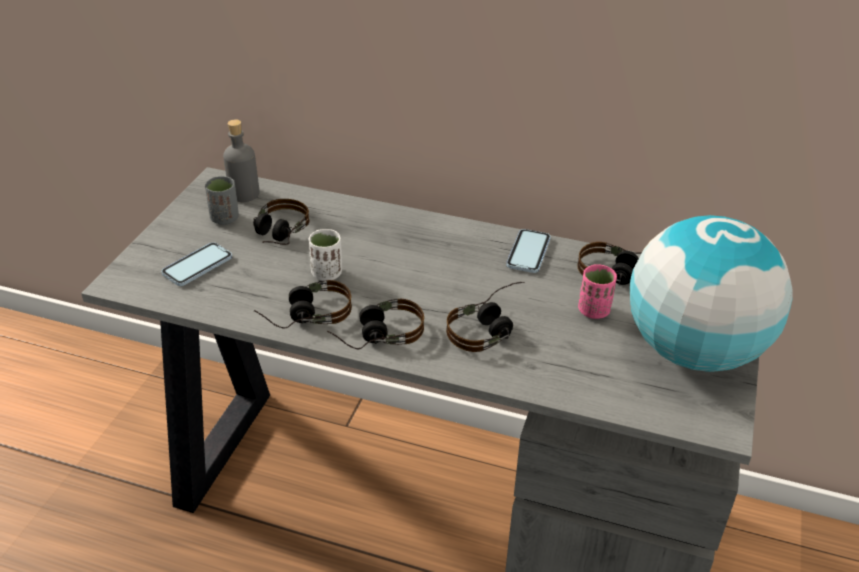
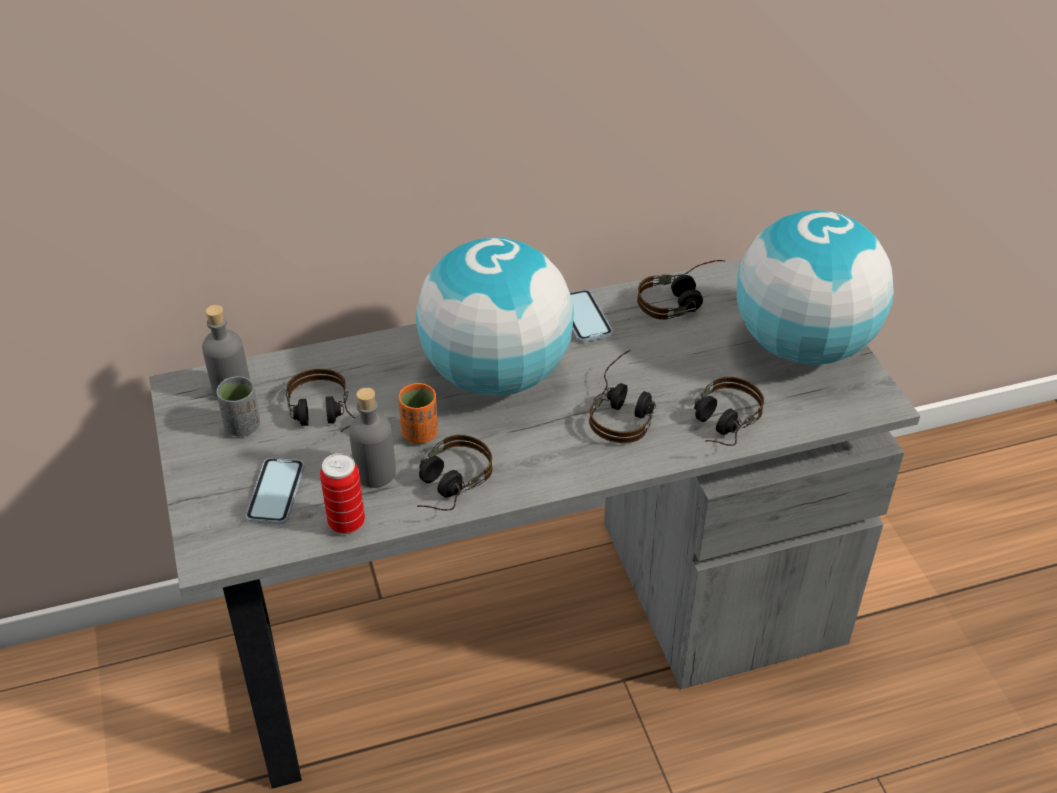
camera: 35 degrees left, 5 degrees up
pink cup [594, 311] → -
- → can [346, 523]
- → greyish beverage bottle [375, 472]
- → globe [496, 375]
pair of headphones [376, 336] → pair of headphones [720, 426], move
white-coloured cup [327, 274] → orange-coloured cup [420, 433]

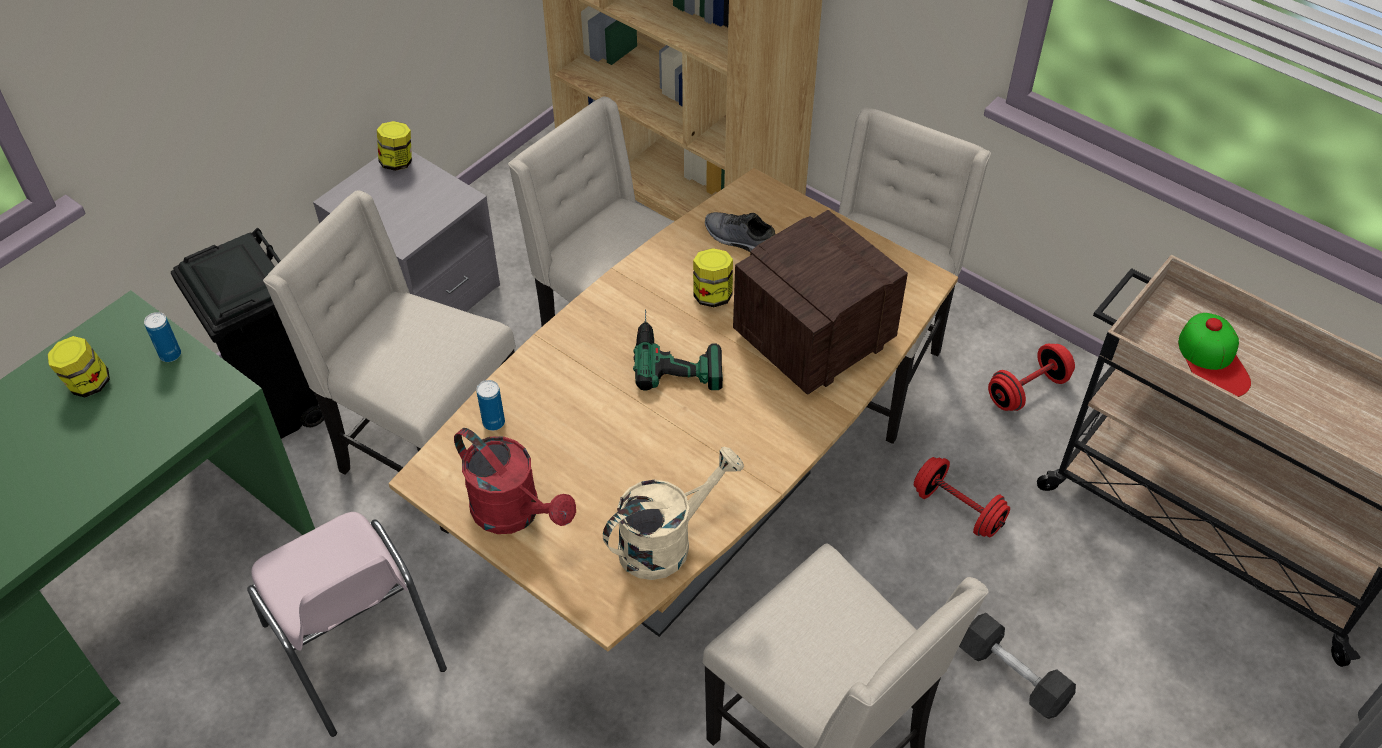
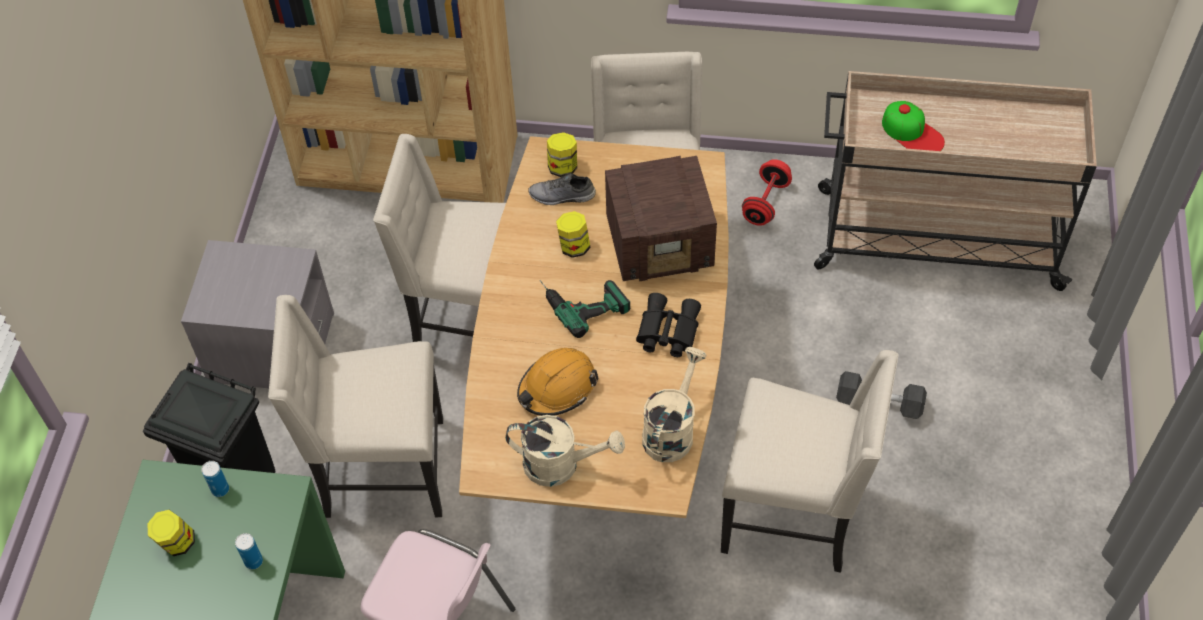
camera: 30 degrees left, 5 degrees up
red hand weight [957, 509] → -
- → orange-coloured hard hat [557, 387]
- → black-coloured binoculars [666, 331]
preserve jar [398, 162] → preserve jar [563, 167], move
can [493, 422] → can [253, 561], move
red watering can [515, 513] → beige-coloured watering can [561, 465]
radio [811, 338] → radio [661, 244], 120 degrees counterclockwise

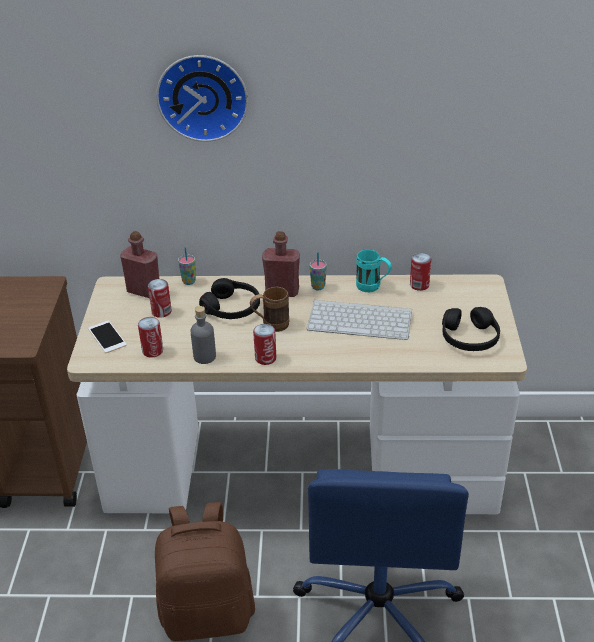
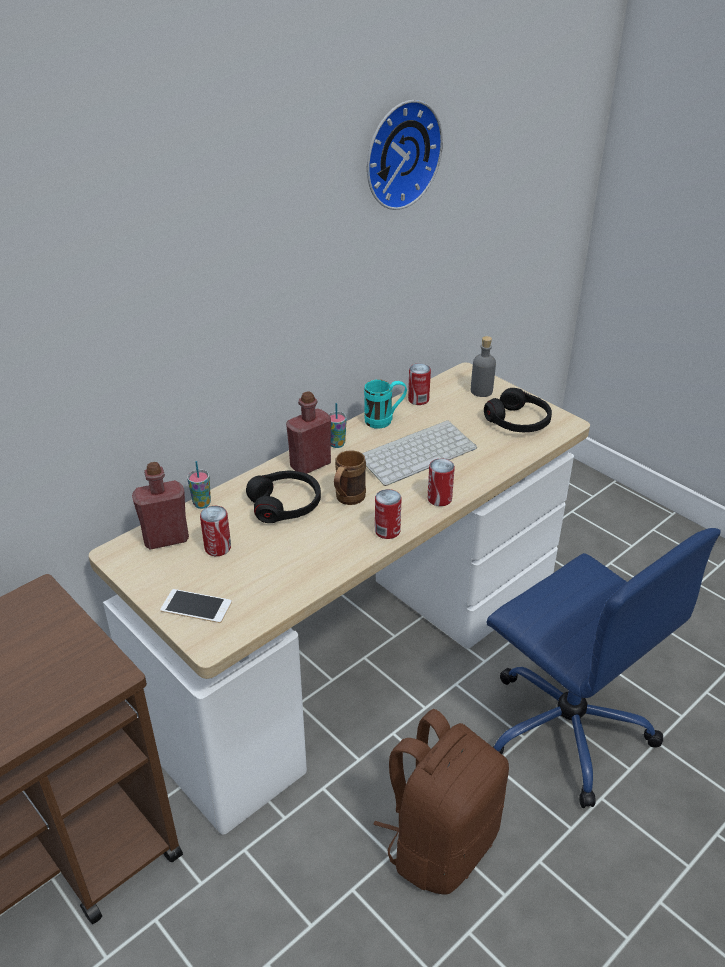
camera: 45 degrees left, 0 degrees up
can [152, 351] → can [439, 499], move
clock on the wall [203, 96] → clock on the wall [399, 154], move
greyish beverage bottle [204, 357] → greyish beverage bottle [481, 391], move

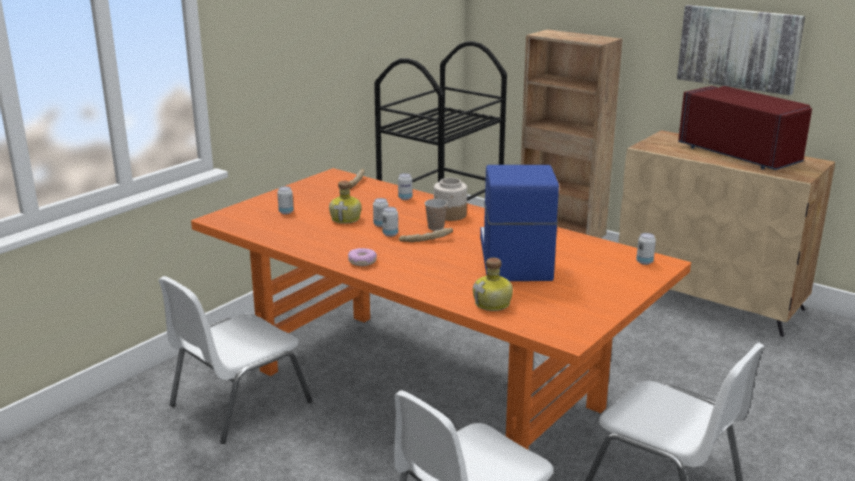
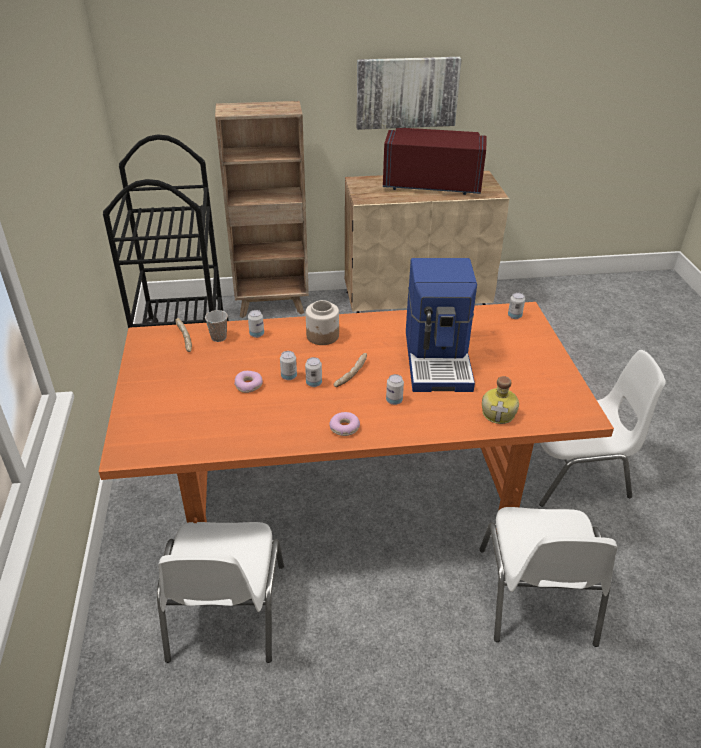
camera: 45 degrees left, 15 degrees up
can [286, 212] → can [394, 401], move
cup [436, 227] → cup [219, 337], move
beverage bottle [346, 219] → doughnut [248, 385]
coffee machine [513, 259] → coffee machine [439, 359], 135 degrees counterclockwise

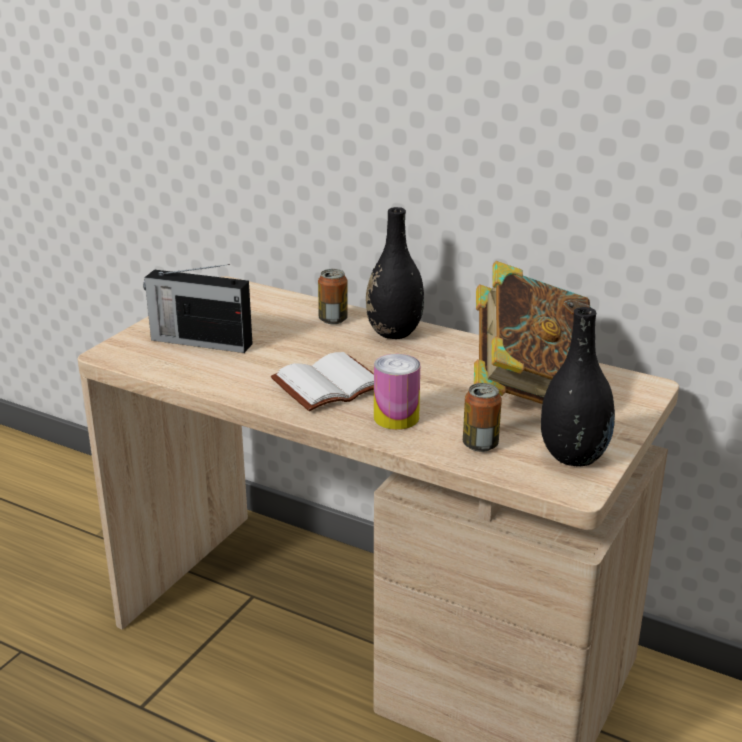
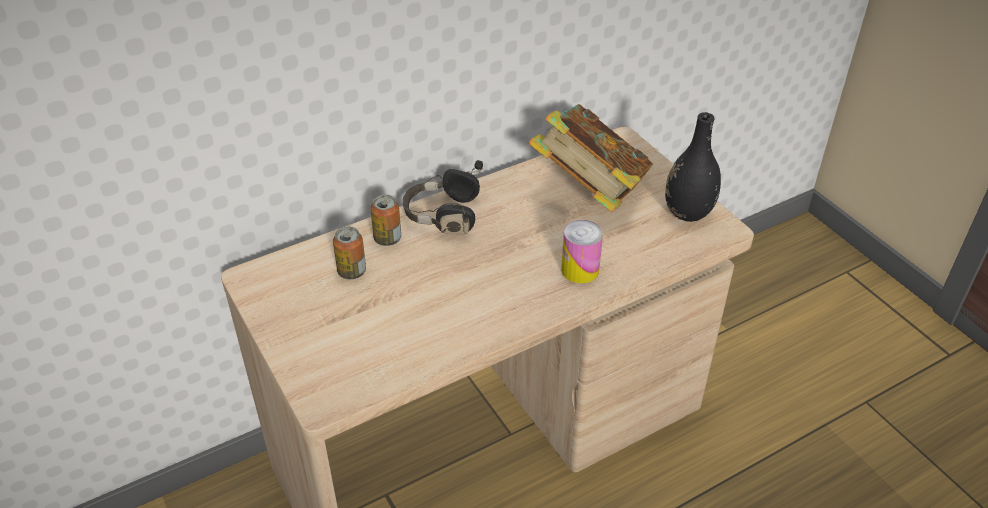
camera: 60 degrees left, 15 degrees up
radio [199, 341] → -
white-coloured bound book [329, 383] → -
can [480, 444] → can [352, 271], move
black-coloured vase [394, 333] → black-coloured pair of headphones [443, 215]

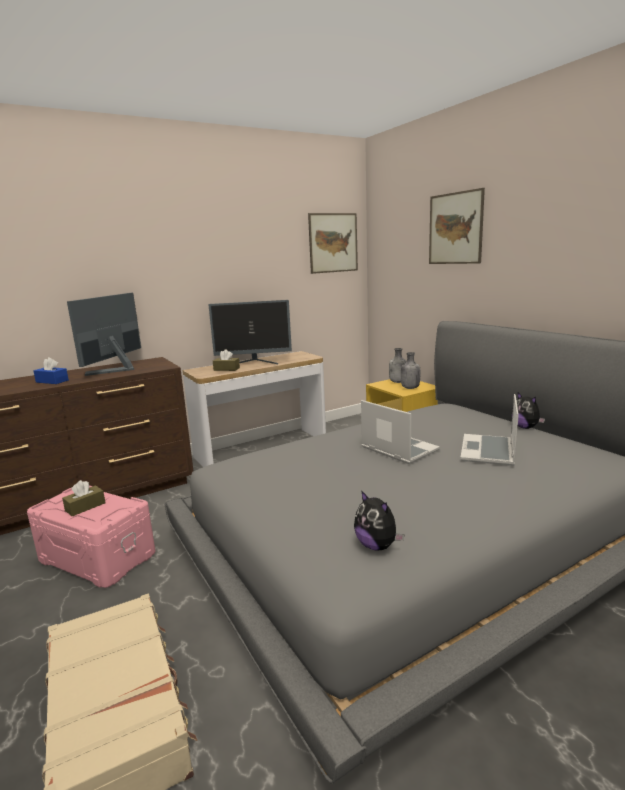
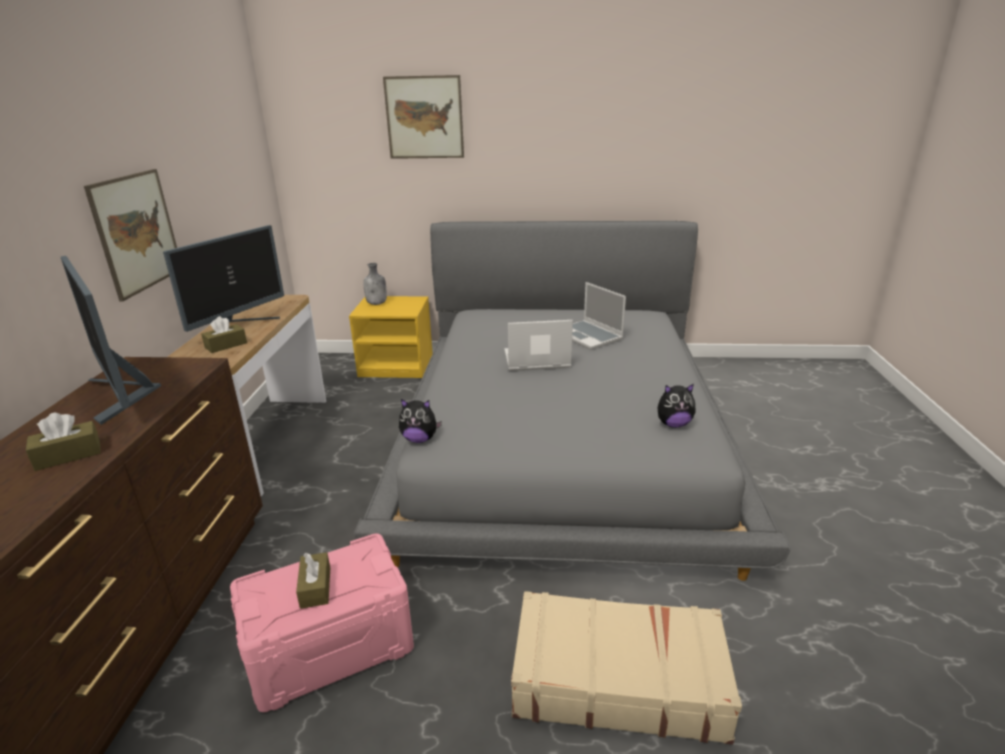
camera: 55 degrees left, 10 degrees up
greyish beverage bottle [409, 388] → -
picture [333, 243] → picture [137, 232], move
cuddly toy [525, 427] → cuddly toy [419, 439], move
bluish box of tissues [52, 381] → brownish box of tissues [68, 455]

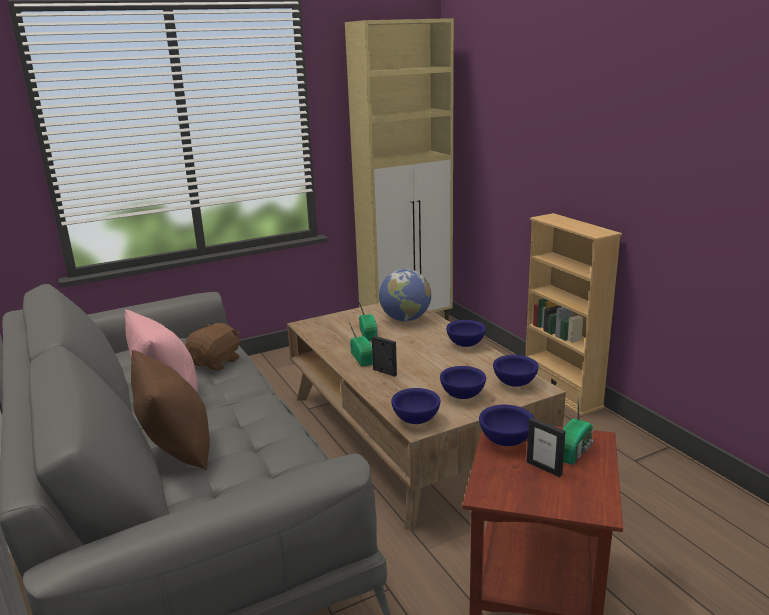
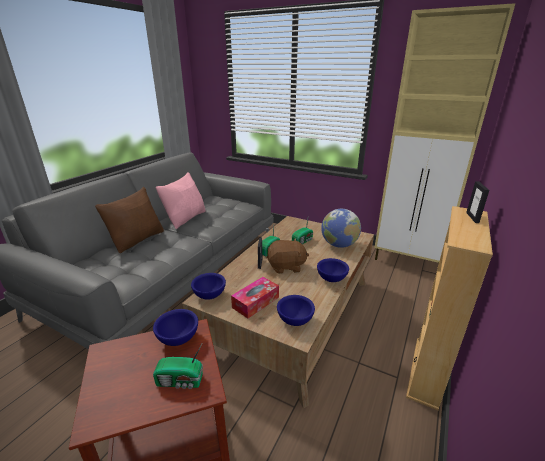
camera: 55 degrees right, 5 degrees up
brownish cuddly toy [216, 362] → brownish cuddly toy [286, 267], move
standing frame [544, 468] → standing frame [472, 217], move
bluish bowl [462, 395] → box of tissues [255, 302]

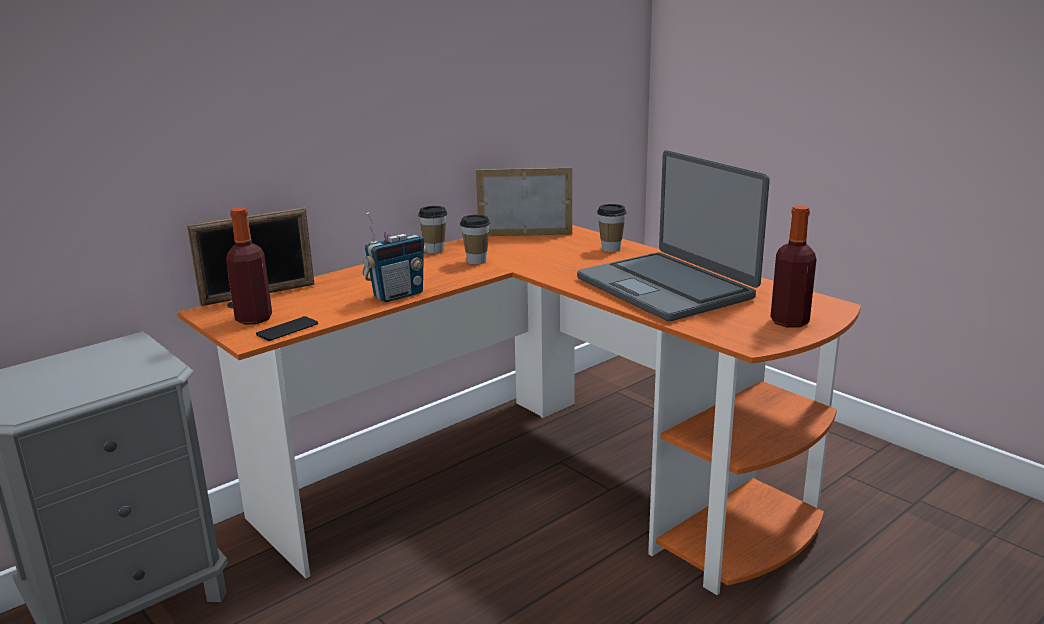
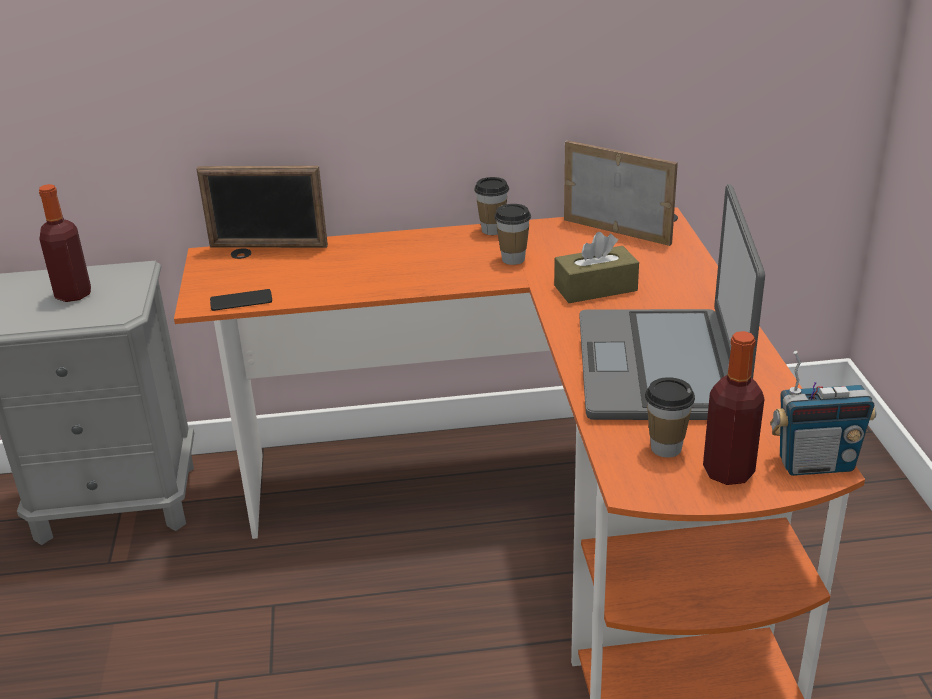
camera: 35 degrees right, 10 degrees up
- → brownish box of tissues [595, 288]
beverage bottle [254, 319] → beverage bottle [73, 294], move
radio [398, 295] → radio [815, 464], move
cup [611, 249] → cup [666, 448], move

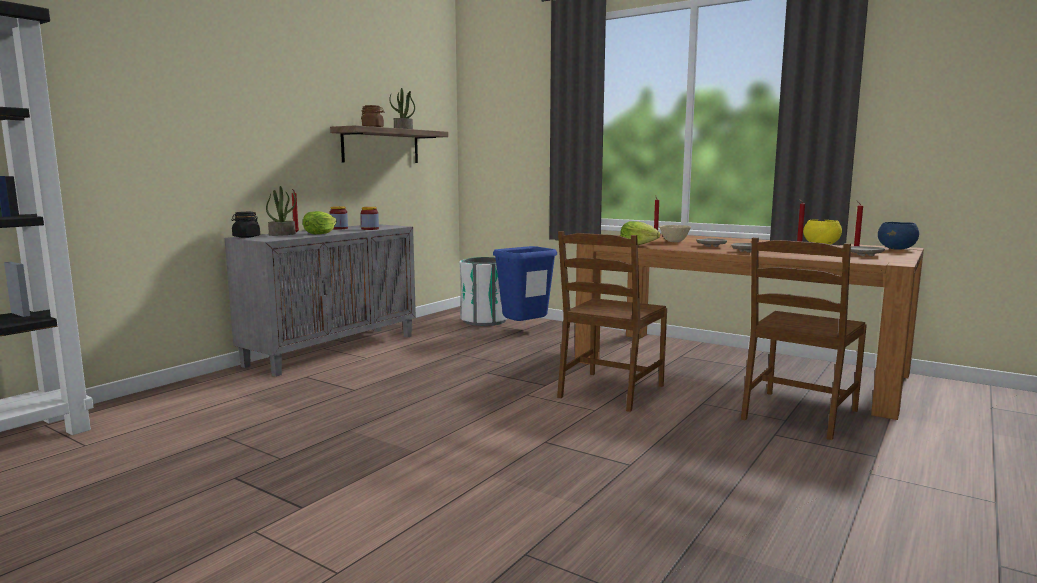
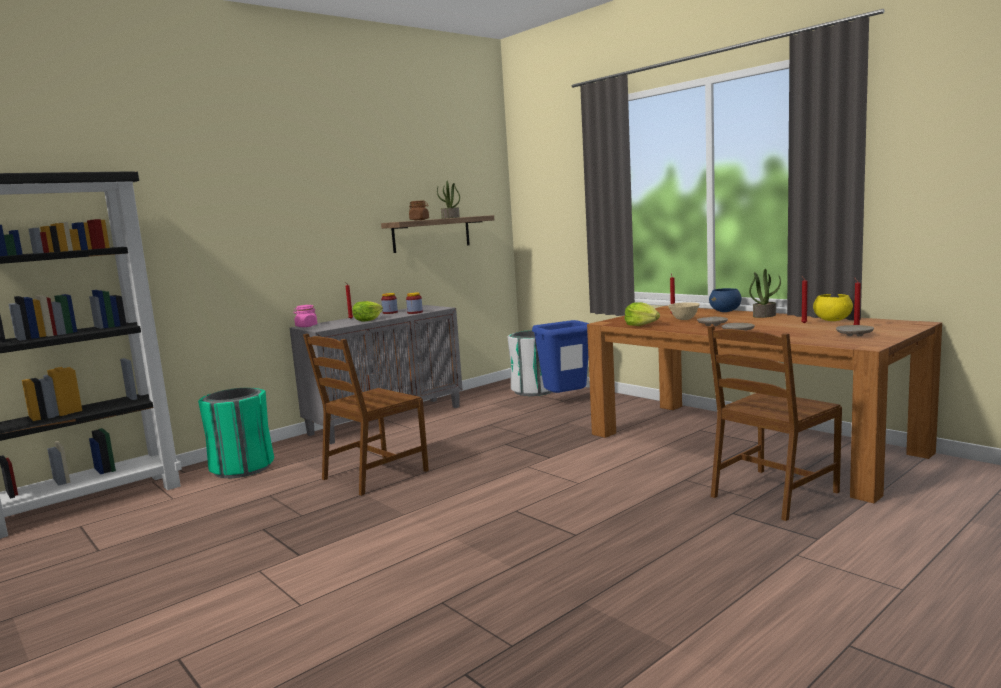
camera: 15 degrees right, 0 degrees up
- → greenish waste bin [242, 468]
potted plant [282, 234] → potted plant [764, 316], move
brownish chair [610, 391] → brownish chair [374, 475], move
bluish bowl [897, 249] → bluish bowl [725, 311], move
black-coloured preserve jar [246, 237] → pink preserve jar [306, 326]

